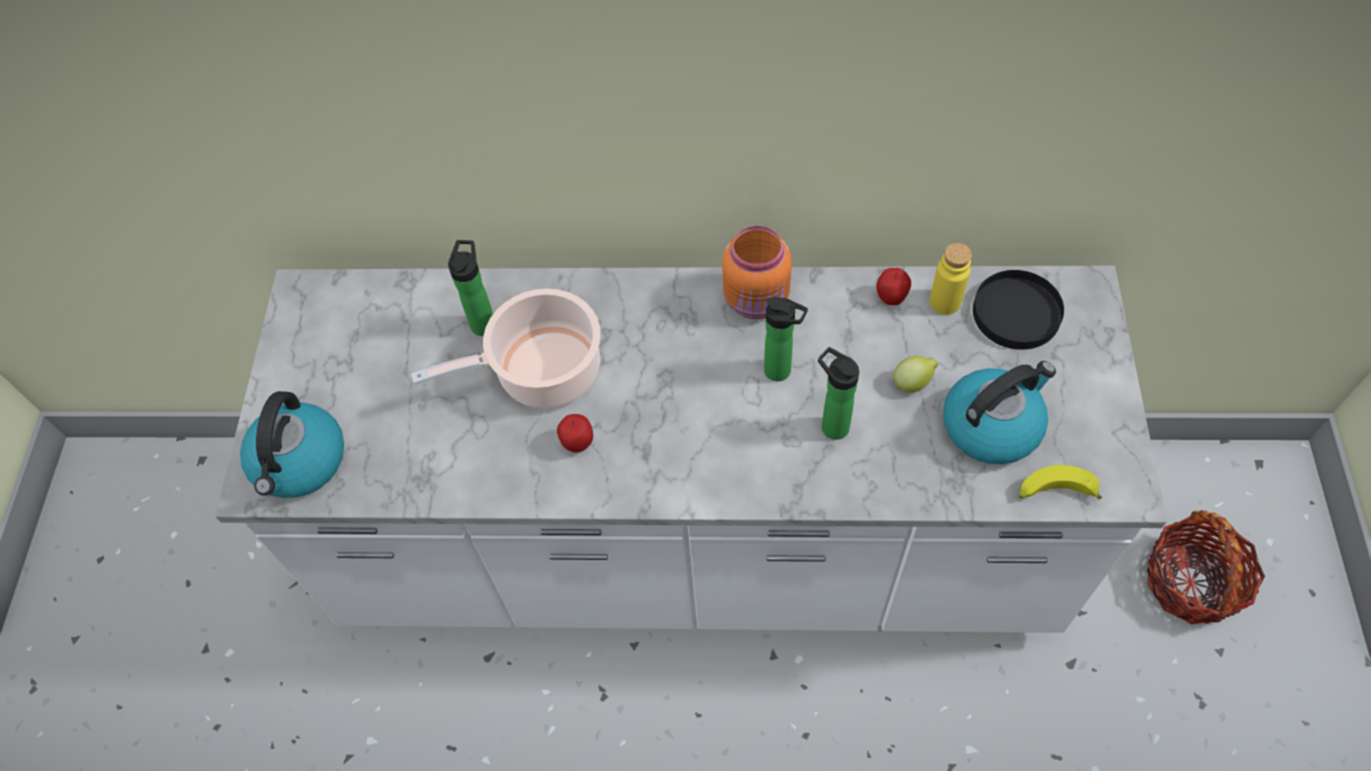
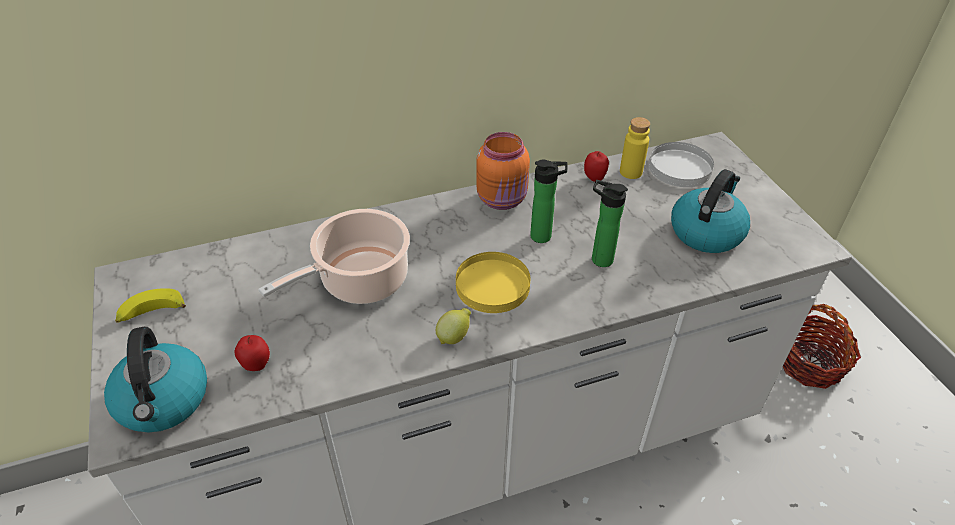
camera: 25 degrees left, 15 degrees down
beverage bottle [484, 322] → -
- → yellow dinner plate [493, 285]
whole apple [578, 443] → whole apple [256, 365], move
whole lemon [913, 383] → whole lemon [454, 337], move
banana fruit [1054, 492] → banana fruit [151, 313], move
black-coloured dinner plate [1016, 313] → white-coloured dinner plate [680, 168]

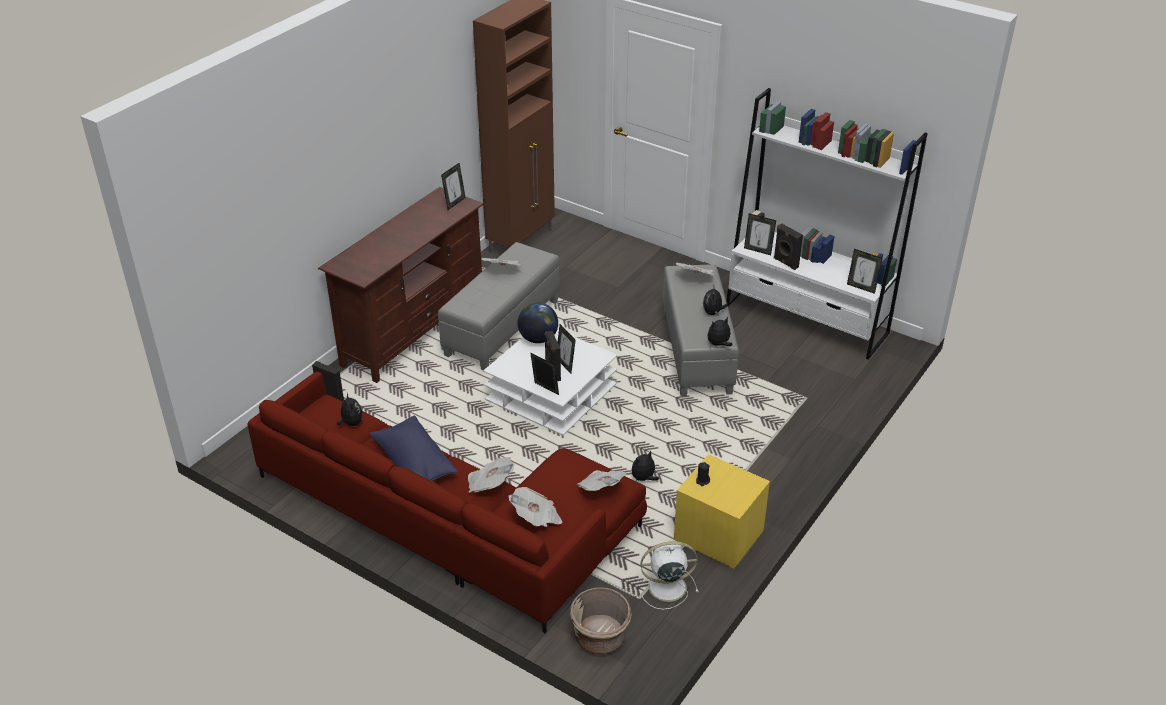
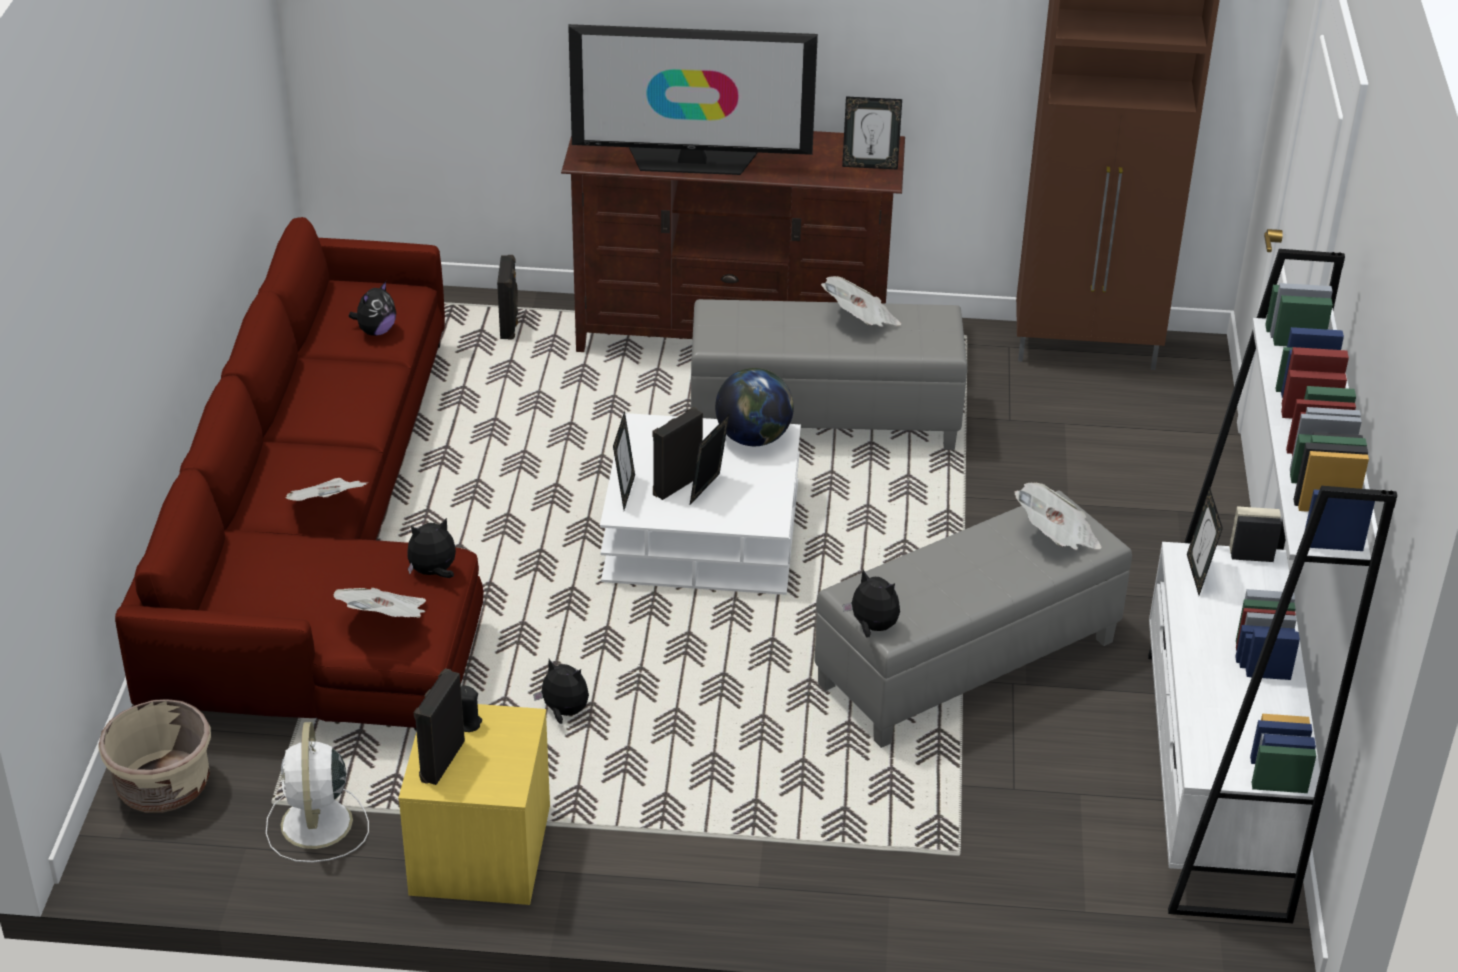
camera: 60 degrees right, 0 degrees up
bluish throw pillow [414, 463] → -
newspaper [536, 518] → -
standing frame [861, 287] → -
- → television [692, 162]
cuddly toy [713, 313] → cuddly toy [433, 573], move
black-coloured audio speaker [785, 263] → black-coloured audio speaker [440, 760], move
white-coloured electric fan [665, 587] → white-coloured electric fan [316, 825], 150 degrees counterclockwise

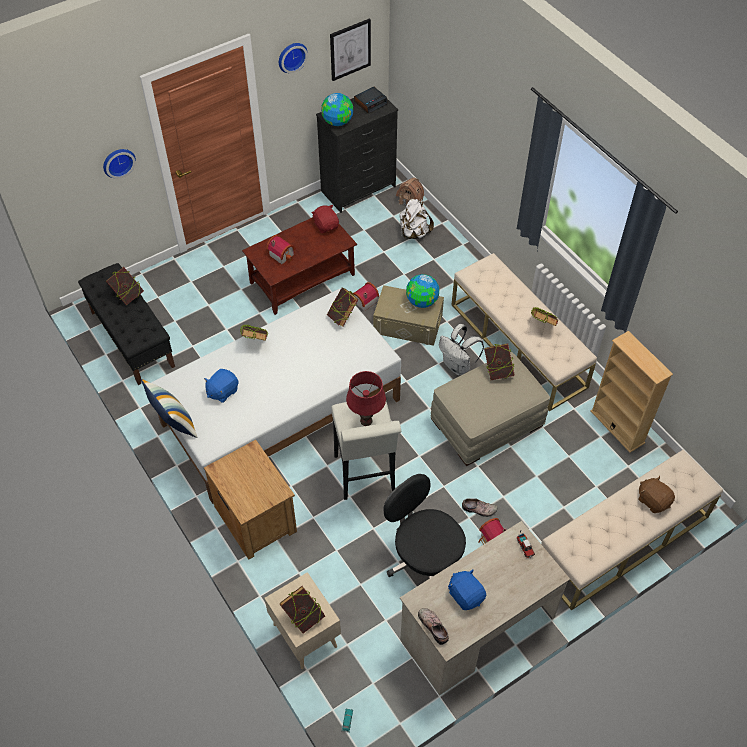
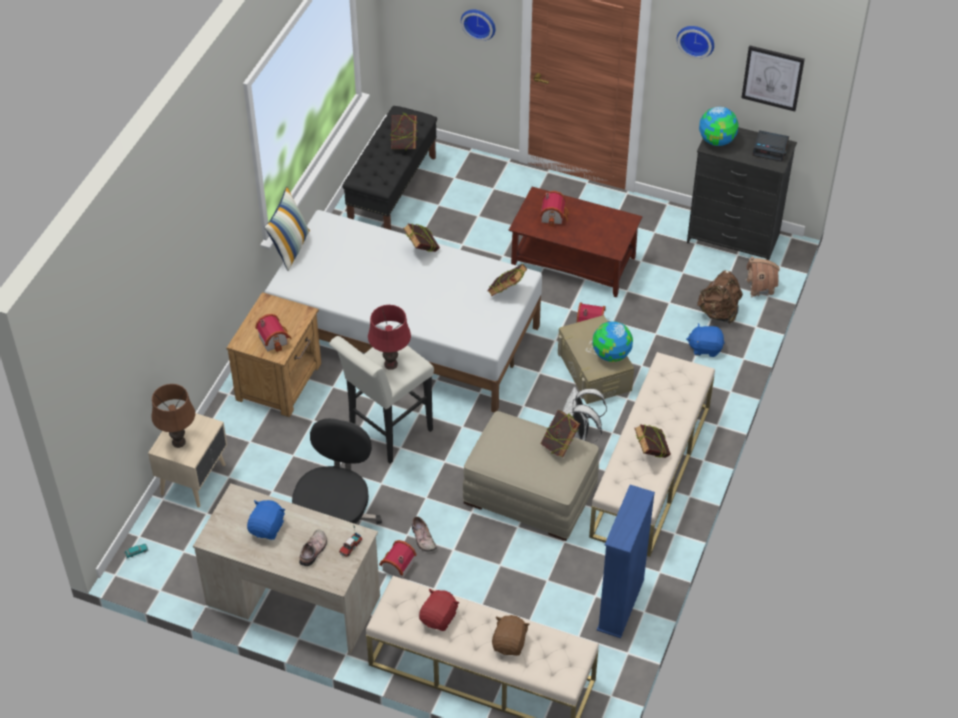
camera: 55 degrees right, 5 degrees down
- → model house [274, 339]
bluish cuddly toy [222, 391] → bluish cuddly toy [705, 348], move
red cuddly toy [326, 225] → red cuddly toy [439, 618], move
low shoe [434, 626] → low shoe [314, 550], move
bound book [303, 617] → brownish lamp for a table [179, 442]
white-coloured rucksack [414, 233] → brownish rucksack [719, 312]
beige-coloured bookcase [617, 427] → bluish bookcase [621, 605]

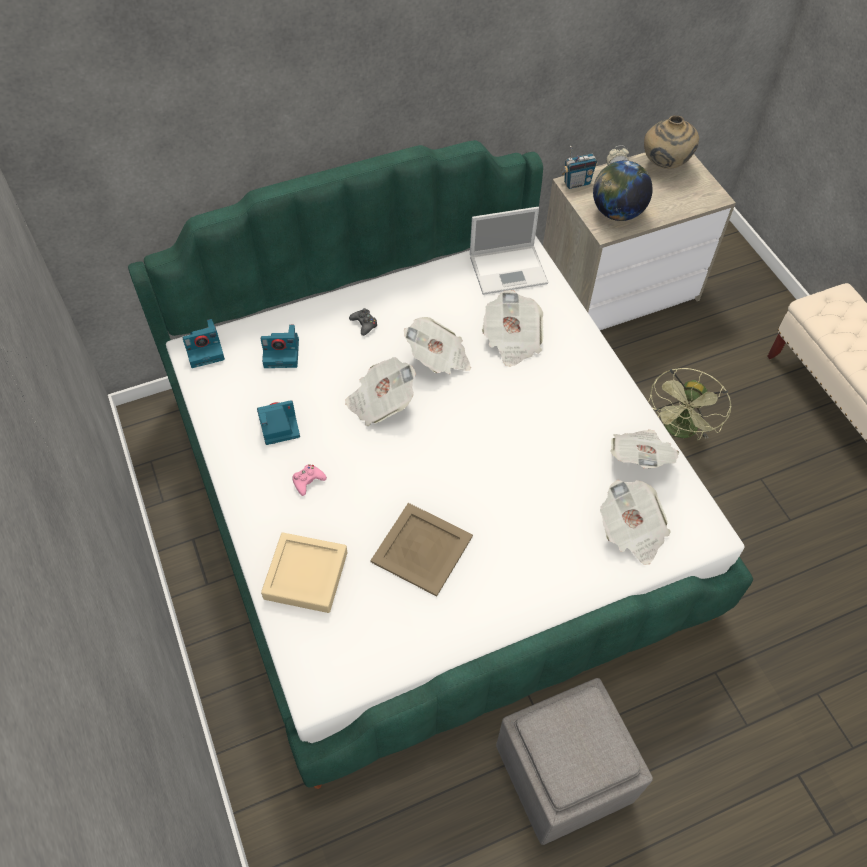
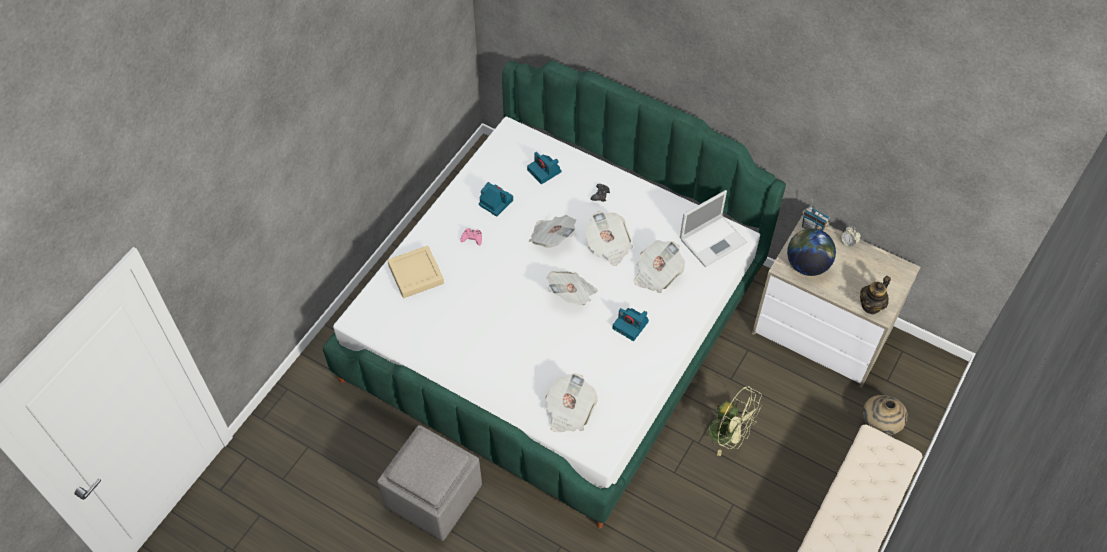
camera: 55 degrees right, 0 degrees up
beige-coloured tray [422, 550] → -
- → teapot [871, 305]
photo camera [205, 350] → photo camera [631, 325], move
newspaper [640, 458] → newspaper [572, 294], move
beige-coloured vase [664, 165] → beige-coloured vase [879, 425], move
laptop [509, 269] → laptop [713, 240], 75 degrees counterclockwise
greenish electric fan [679, 431] → greenish electric fan [729, 434], 135 degrees counterclockwise

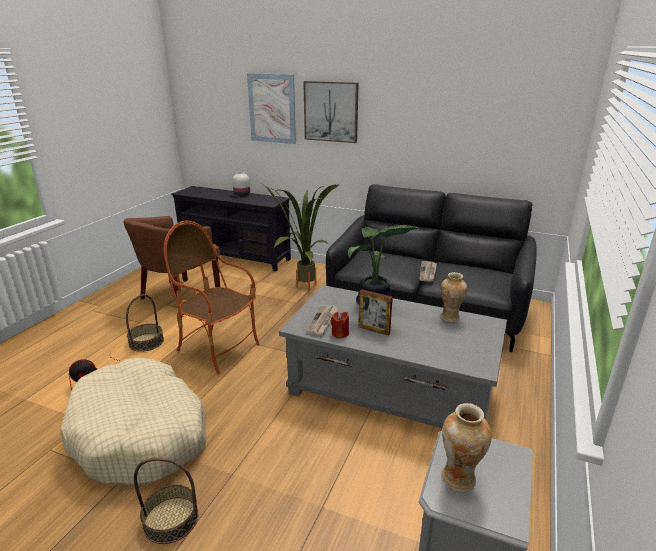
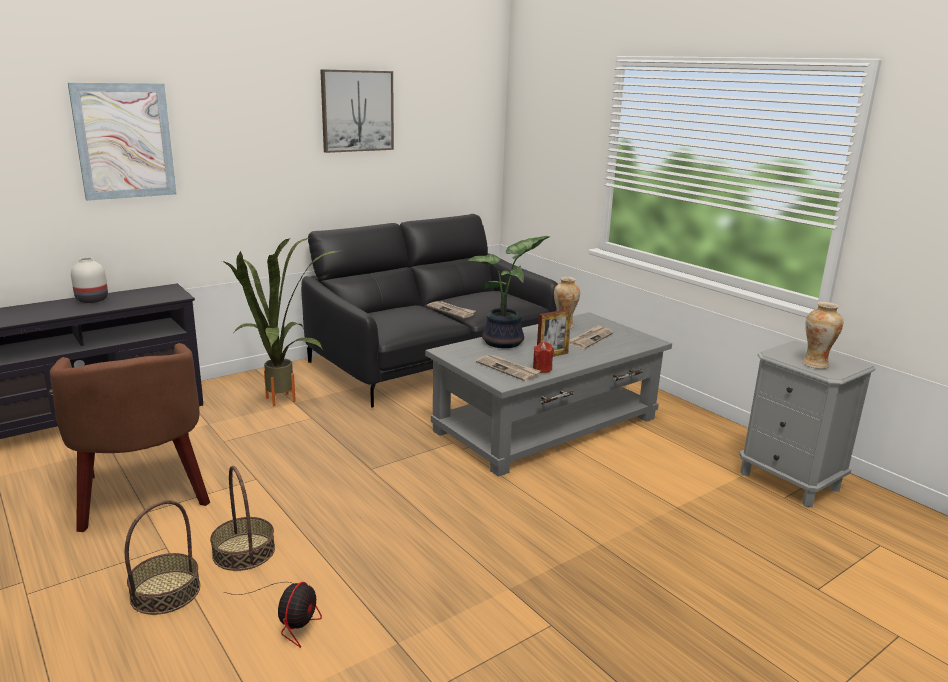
camera: 60 degrees left, 5 degrees down
beige-coloured dog bed [141, 434] → -
lounge chair [218, 349] → -
- → newspaper [590, 339]
basket [171, 519] → basket [165, 592], move
picture [331, 111] → picture [357, 111], move

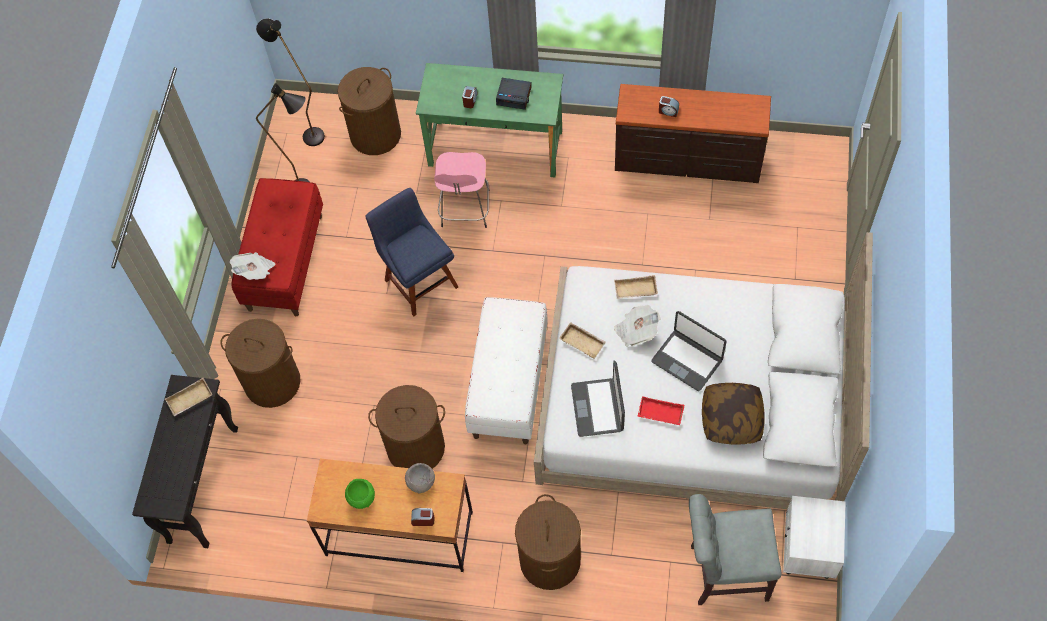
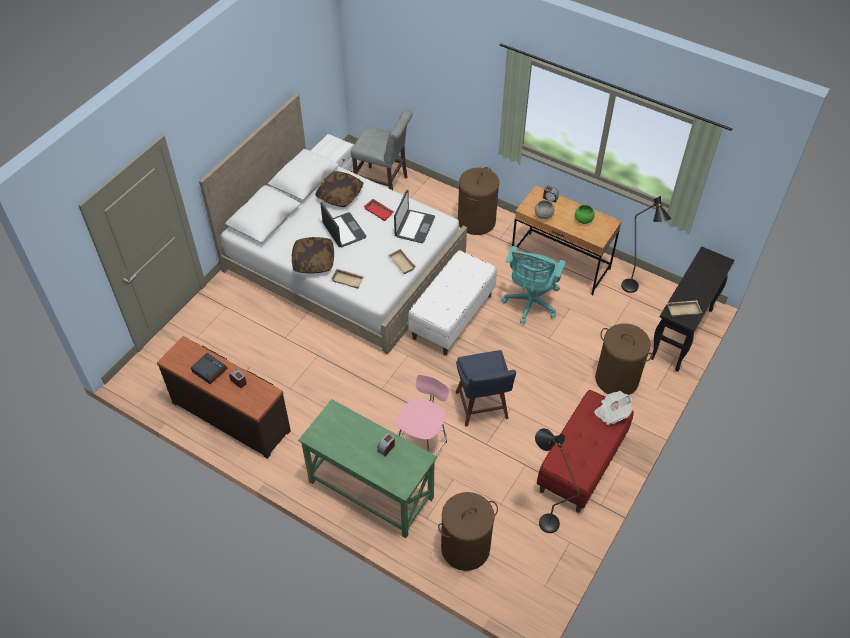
camera: 160 degrees left, 10 degrees down
newspaper [636, 331] → -
- → throw pillow [313, 261]
black-coloured standing lamp [307, 132] → black-coloured standing lamp [633, 291], move
alarm clock [514, 96] → alarm clock [209, 370], move
brownish washing basket [416, 447] → turquoise computer chair [530, 304]

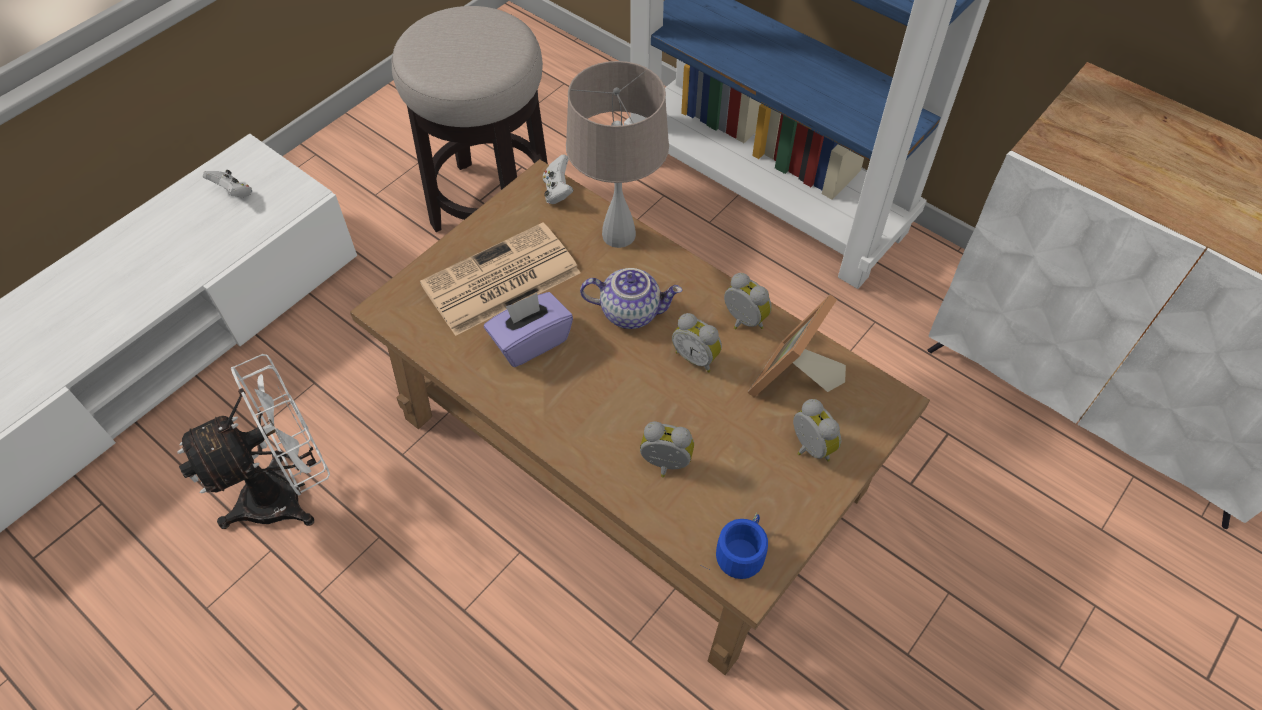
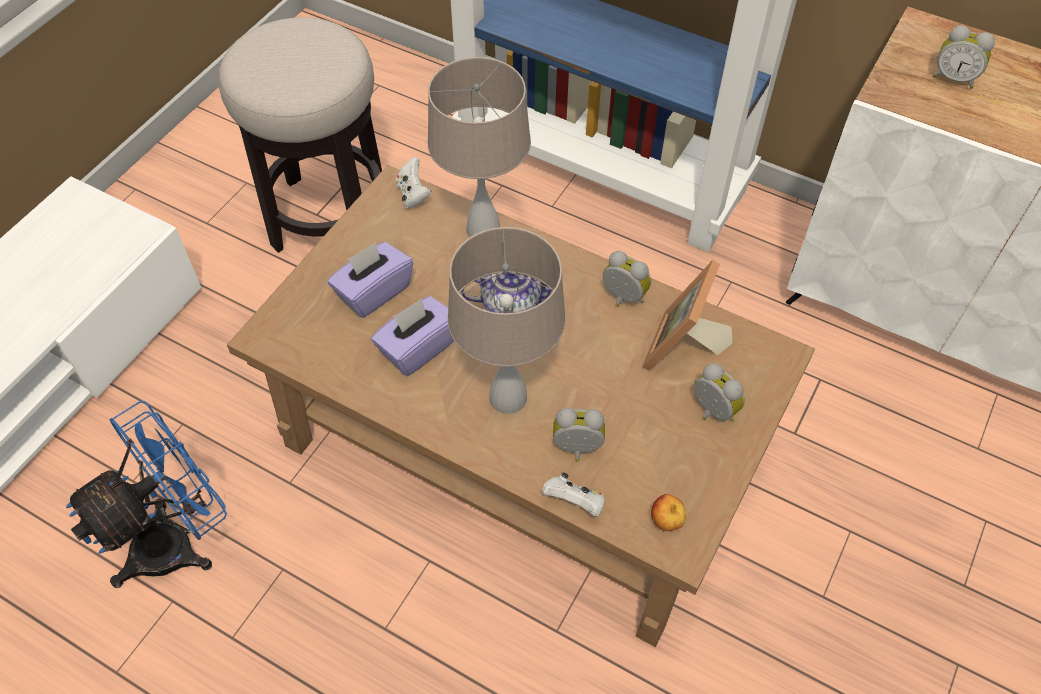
camera: 10 degrees left, 0 degrees up
- → beige-coloured lamp for a table [507, 397]
white-coloured gamepad [233, 193] → white-coloured gamepad [575, 502], move
alarm clock [696, 357] → alarm clock [953, 78], move
newspaper [499, 281] → purple box of tissues [373, 292]
bluish tea mug [739, 551] → whole apple [666, 521]
white-coloured electric fan [288, 492] → bluish electric fan [178, 540]

